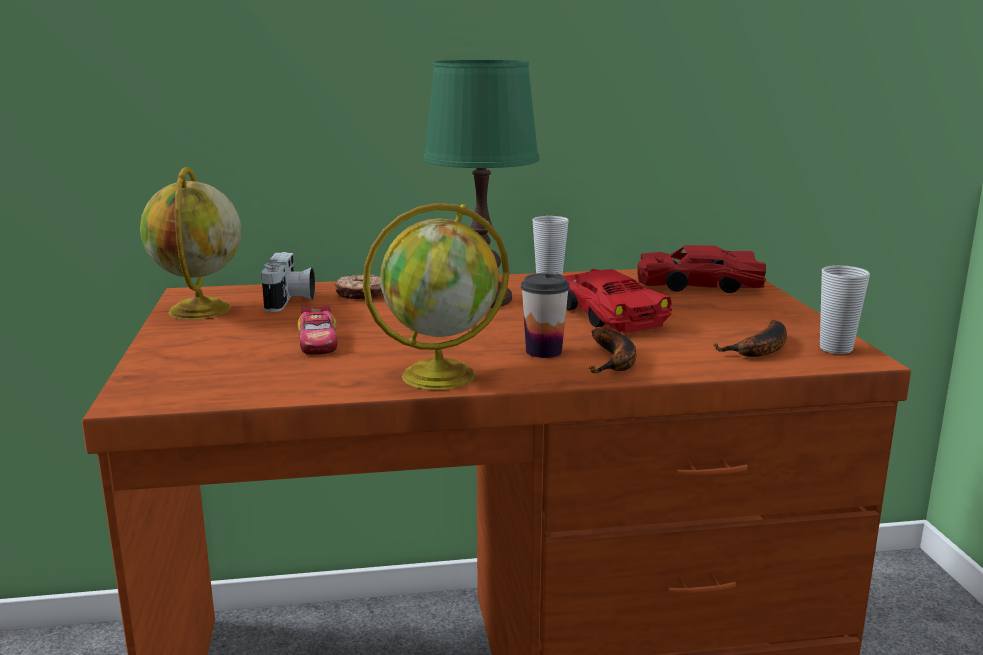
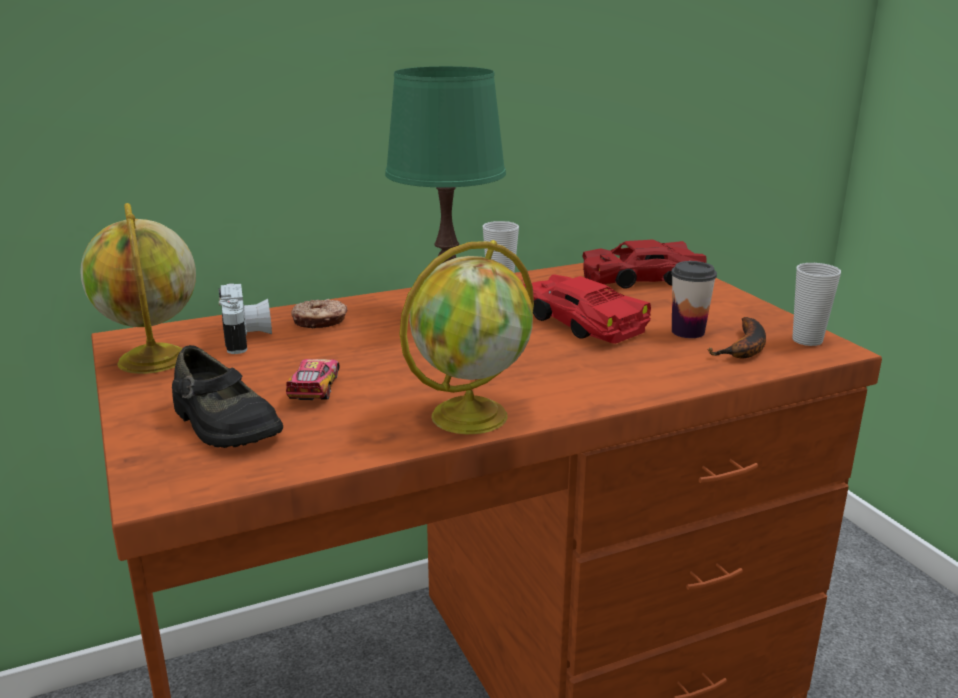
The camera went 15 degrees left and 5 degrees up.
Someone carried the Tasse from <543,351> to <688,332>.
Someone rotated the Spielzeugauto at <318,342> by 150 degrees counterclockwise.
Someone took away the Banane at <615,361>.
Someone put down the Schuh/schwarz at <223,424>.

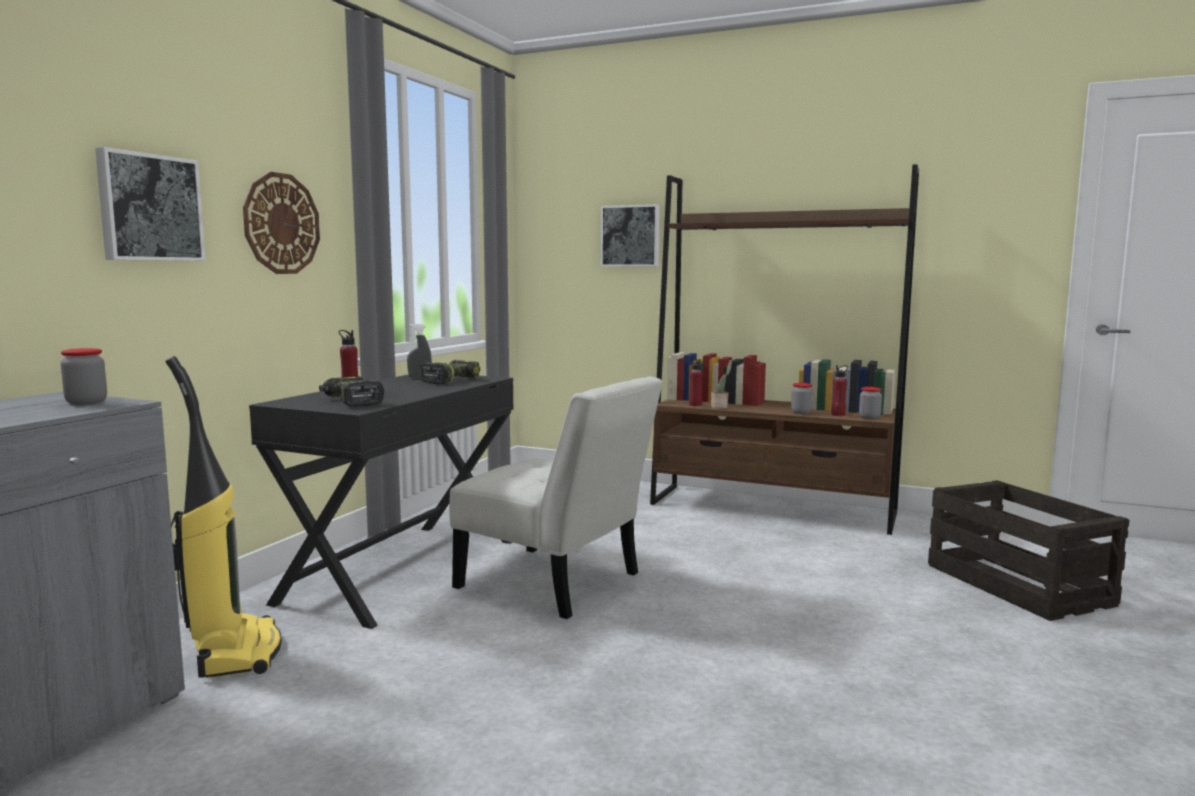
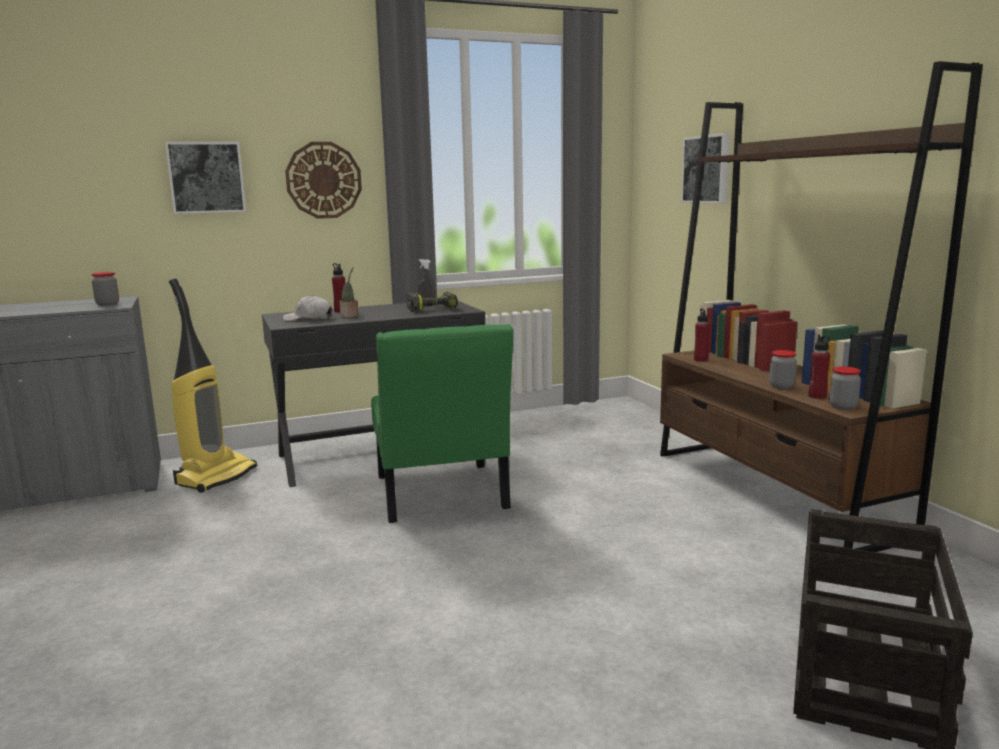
The camera went 45 degrees right and 5 degrees up.
Someone carried the Topfpflanze from <720,407> to <350,316>.
Someone swapped the Bohrmaschine at <350,401> for the Kappe/weiß at <308,319>.
Someone repainted the Stuhl/weiß at <556,584>, which became the Stuhl/grün at <441,496>.

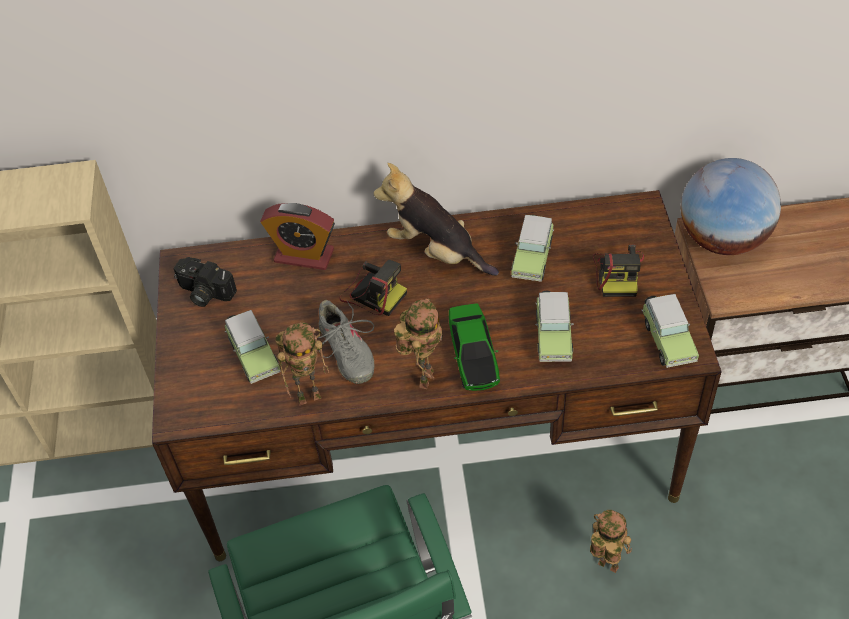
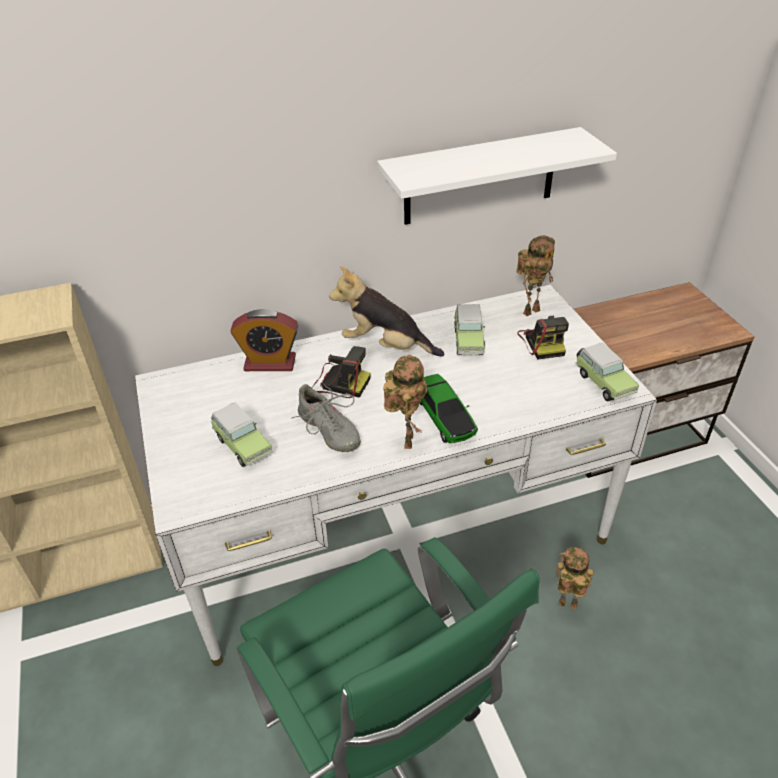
The camera went 15 degrees left and 10 degrees down.
Someone took away the Globus at <722,239>.
Someone repainted the Schreibtisch/braun at <436,444>, which became the Schreibtisch/weiß at <392,531>.
Someone took away the Kamera at <204,293>.
Someone took away the Spielzeugauto at <553,335>.
Someone carried the Spielzeugroboter from <310,395> to <531,310>.
Someone put up the Wandregal/weiß at <480,177>.

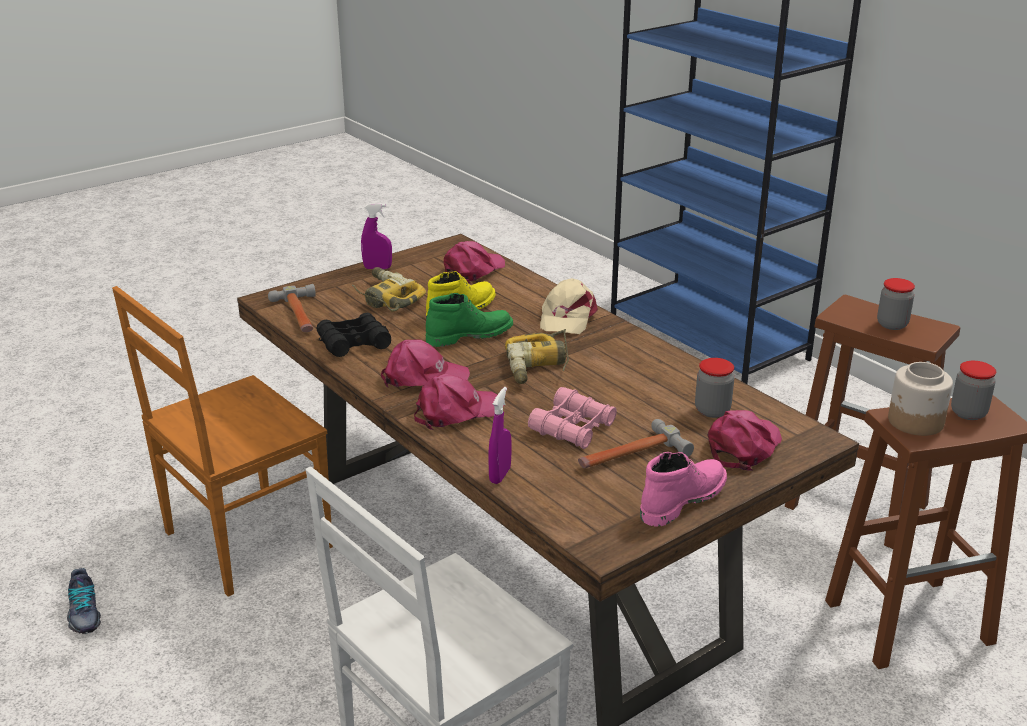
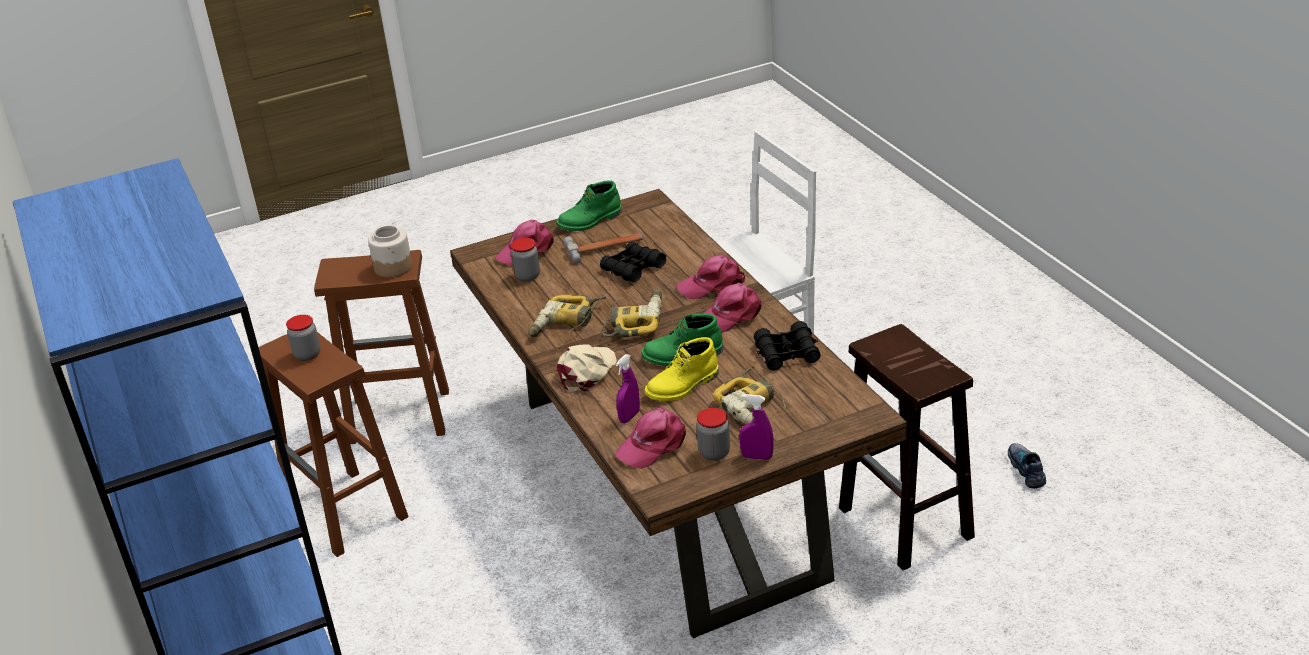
The camera went 165 degrees left and 5 degrees up.
Someone took away the Hammer at <299,315>.
Someone swapped the Stuhl/braun at <243,542> for the Hocker/braun at <907,524>.
Someone rotated the Kappe/rosa at <423,377> by 45 degrees counterclockwise.
Someone carried the Vorratsglas from <968,413> to <714,453>.
Someone carried the Sprühflasche/lila from <500,475> to <629,417>.
Someone repainted the Fernglas/rosa at <573,428>, which became the Fernglas/schwarz at <633,269>.
Someone repainted the Stiefel/rosa at <681,500>, which became the Stiefel/grün at <590,221>.
Someone put down the Bohrmaschine at <567,324>.

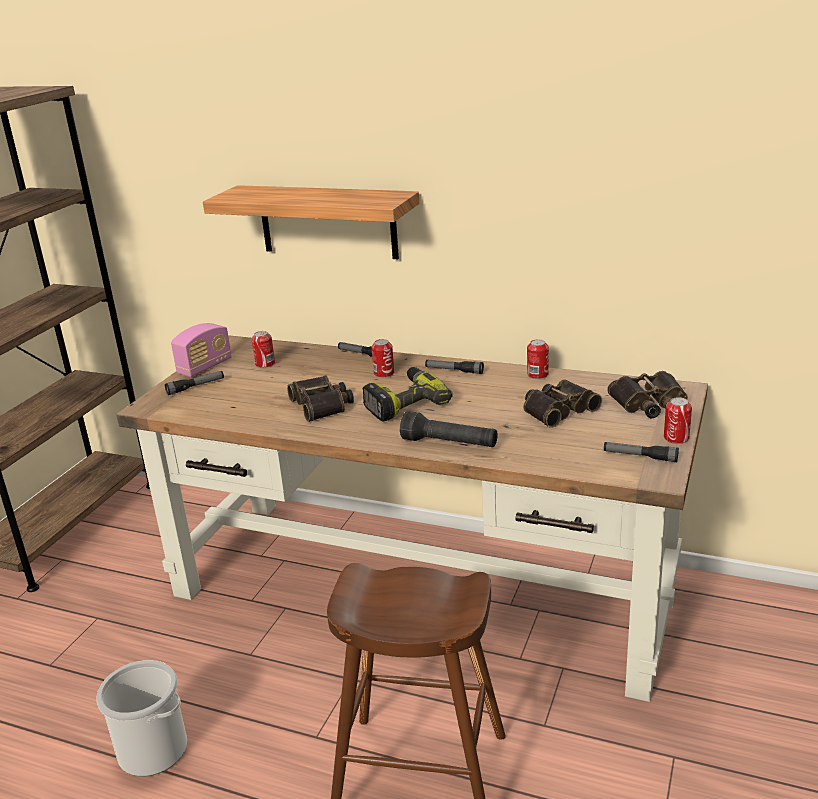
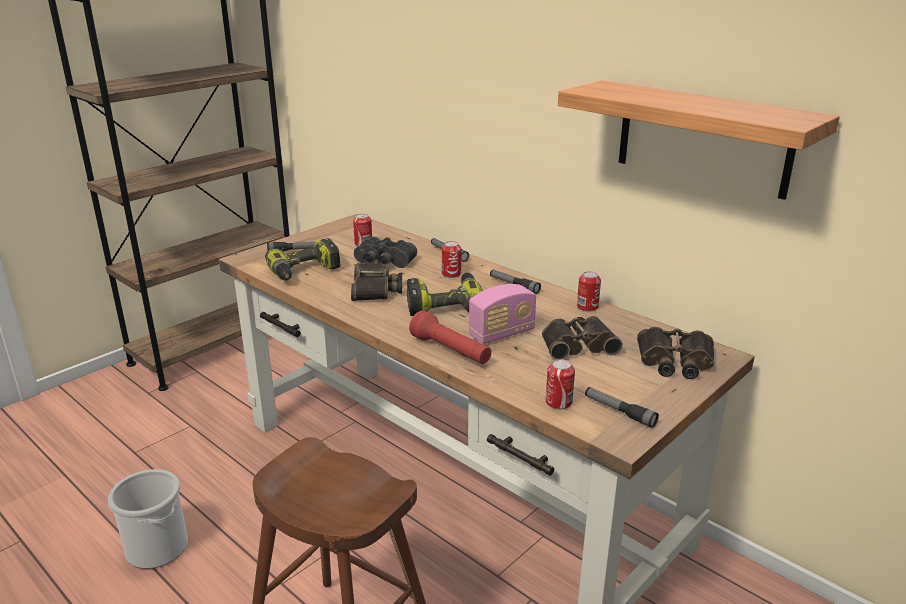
The camera went 20 degrees right and 0 degrees up.
Someone carried the Wandregal from <327,221> to <703,138>.
Someone carried the Radio from <205,367> to <502,334>.
Someone carried the Dose from <676,438> to <558,402>.
Someone repainted the Taschenlampe/schwarz at <449,444>, which became the Taschenlampe/rot at <451,351>.
Someone put down the Fernglas/schwarz at <383,263>.
Someone put down the Bohrmaschine at <305,272>.

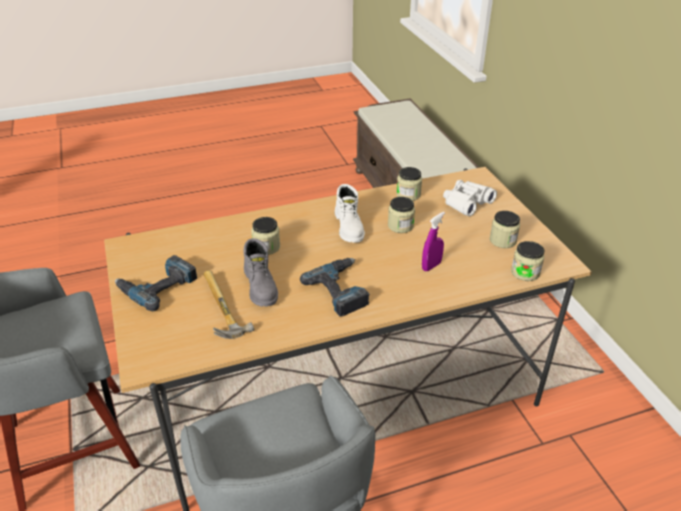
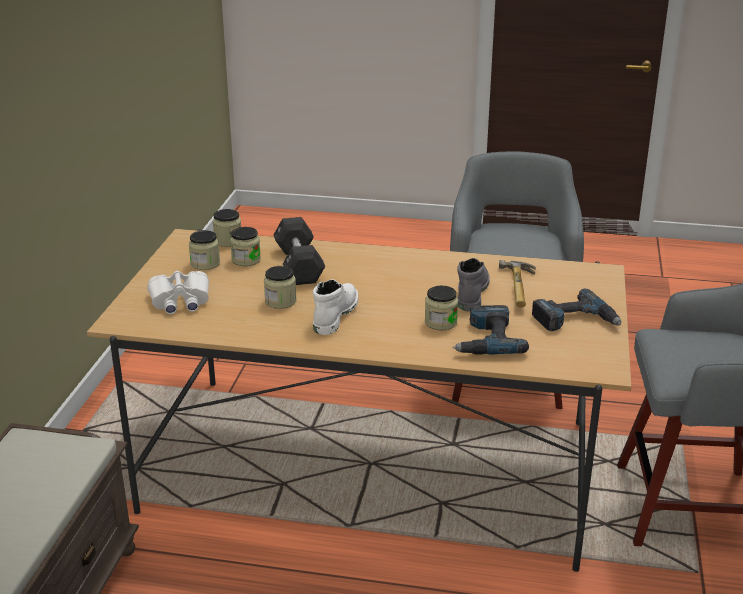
The camera went 150 degrees left and 10 degrees down.
Someone carried the Vorratsglas from <408,195> to <246,260>.
Someone swapped the Sprühflasche/lila at <431,266> for the Hantel/schwarz at <299,265>.
Someone carried the Bohrmaschine from <342,290> to <486,339>.

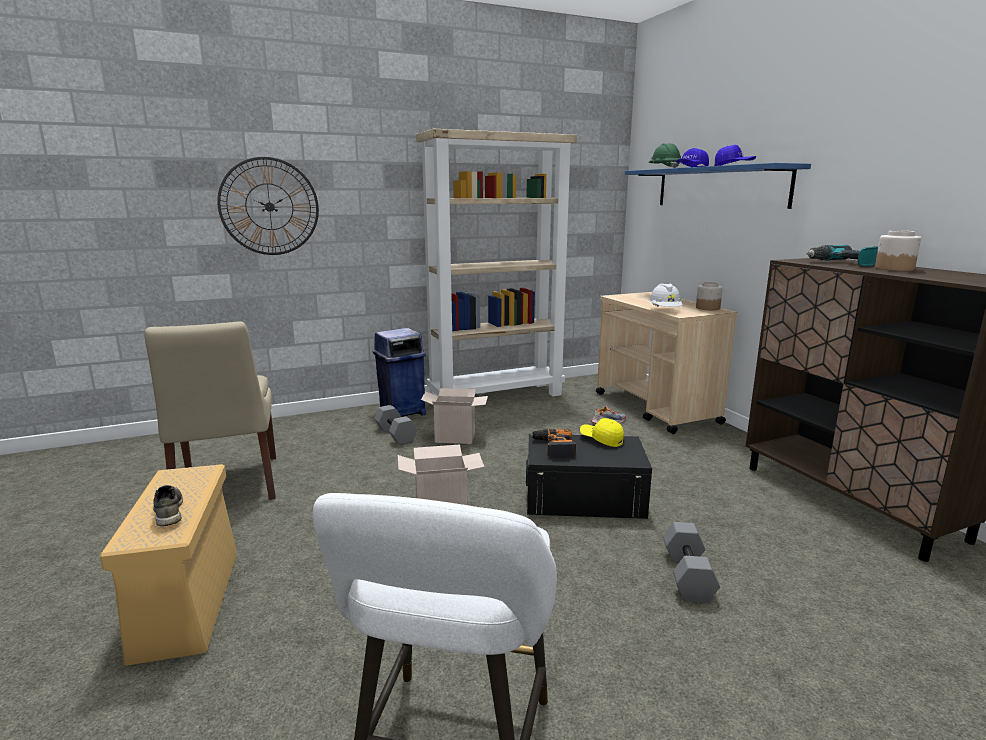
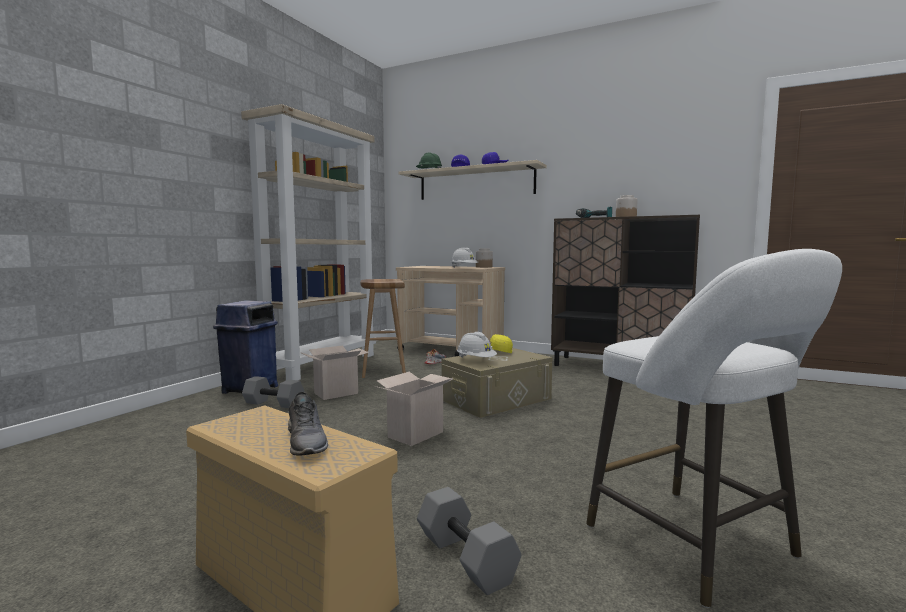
The camera went 40 degrees left and 10 degrees down.
Someone took away the Wanduhr at <269,206>.
Someone repainted the Wandregal/blau at <719,187>, which became the Wandregal/beige at <475,183>.
Someone took away the Stuhl/beige at <227,486>.
Someone swapped the Bohrmaschine at <553,447> for the Schutzhelm/weiß at <476,360>.
Someone repainted the Aufbewahrungsbox/schwarz at <584,497>, which became the Aufbewahrungsbox/beige at <496,399>.
Someone rotated the Schuh/grau at <168,512> by 135 degrees counterclockwise.
Someone carried the Hantel/grau from <686,575> to <463,558>.
Someone put down the Hocker/braun at <383,370>.

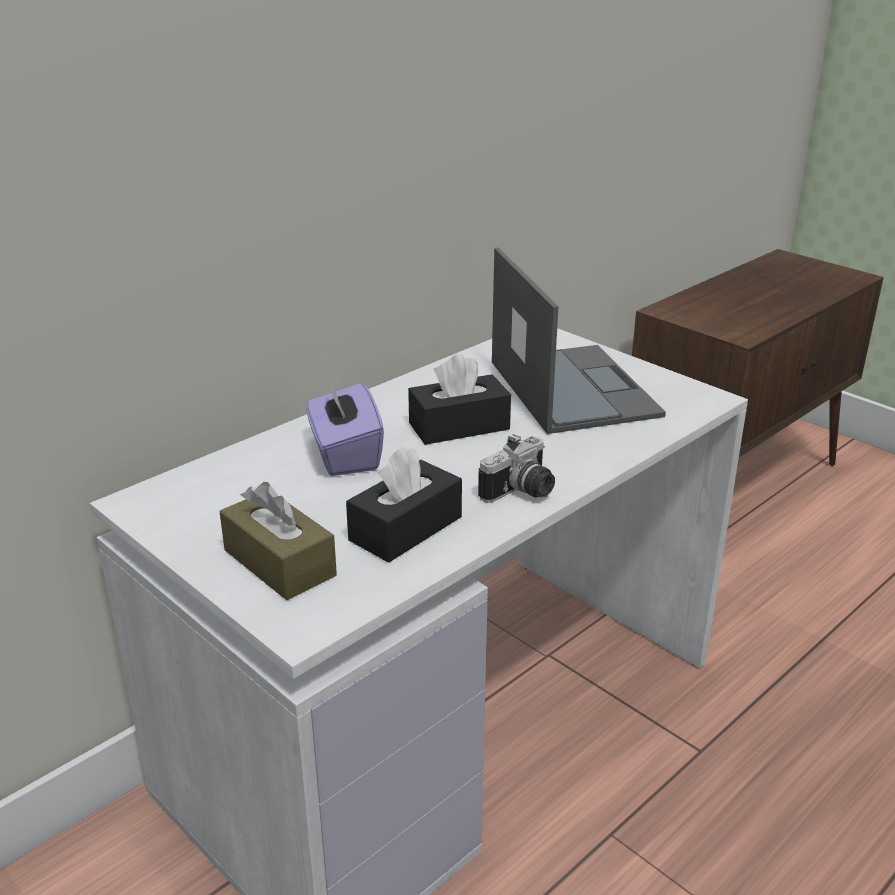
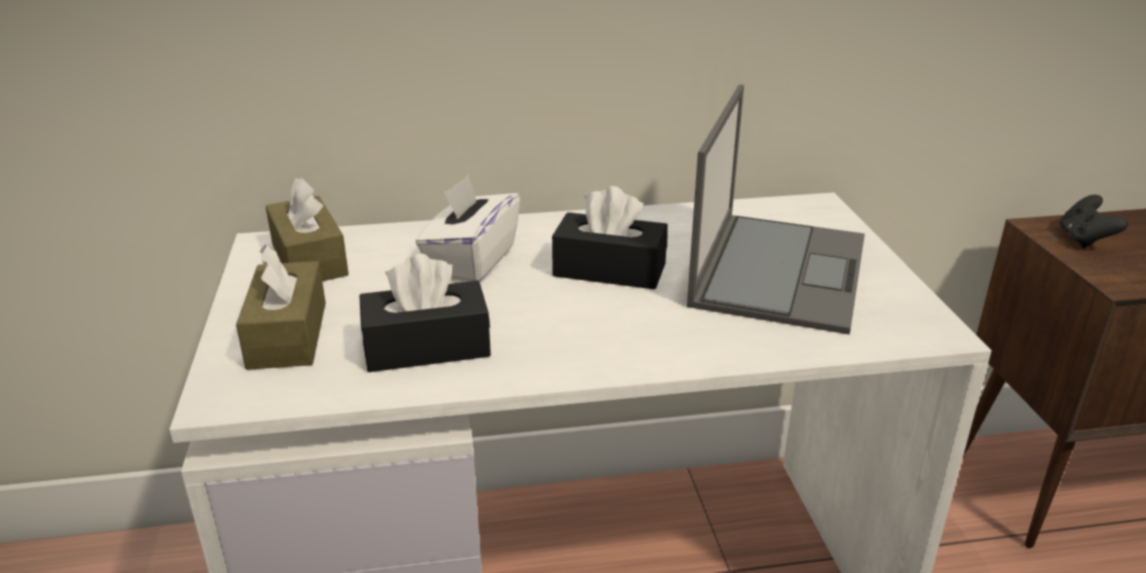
The camera went 35 degrees right and 0 degrees up.
Someone repainted the Taschentuchbox/lila at <345,455>, which became the Taschentuchbox/weiß at <471,261>.
Someone took away the Kamera at <522,492>.
Someone put down the Taschentuchbox/braun at <309,259>.
Someone put down the Gamepad/schwarz at <1084,240>.

